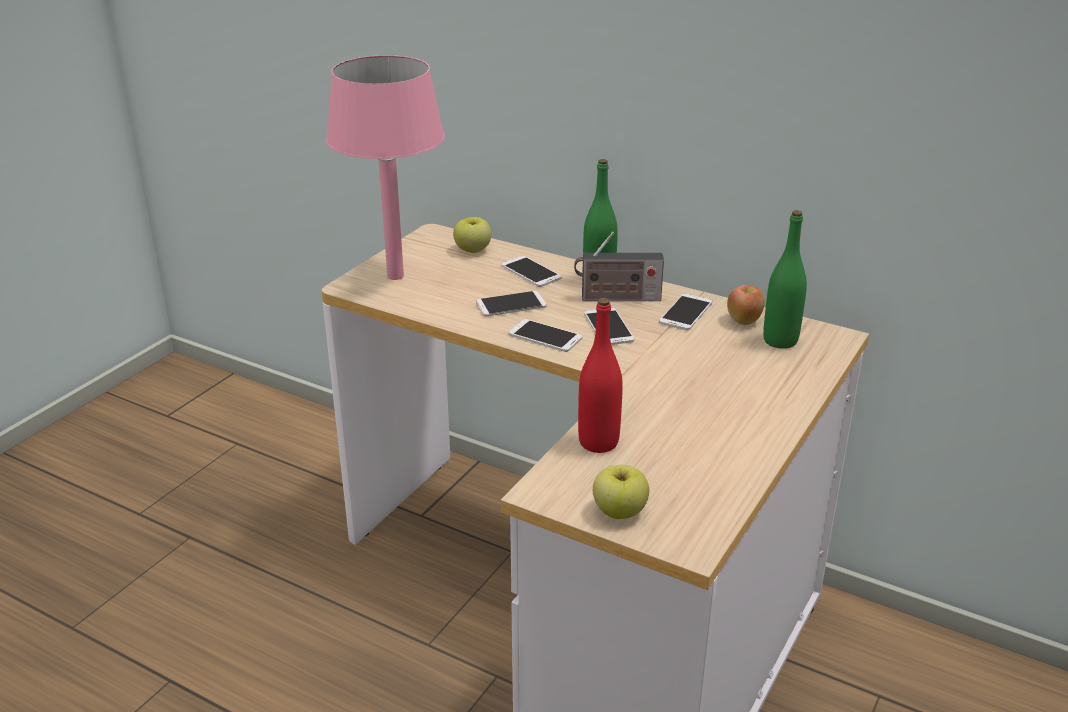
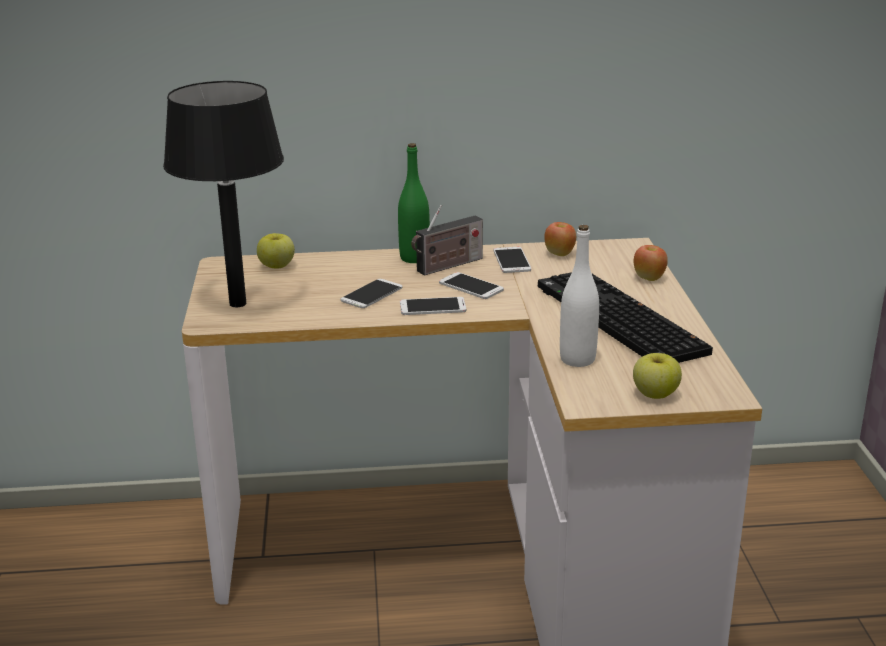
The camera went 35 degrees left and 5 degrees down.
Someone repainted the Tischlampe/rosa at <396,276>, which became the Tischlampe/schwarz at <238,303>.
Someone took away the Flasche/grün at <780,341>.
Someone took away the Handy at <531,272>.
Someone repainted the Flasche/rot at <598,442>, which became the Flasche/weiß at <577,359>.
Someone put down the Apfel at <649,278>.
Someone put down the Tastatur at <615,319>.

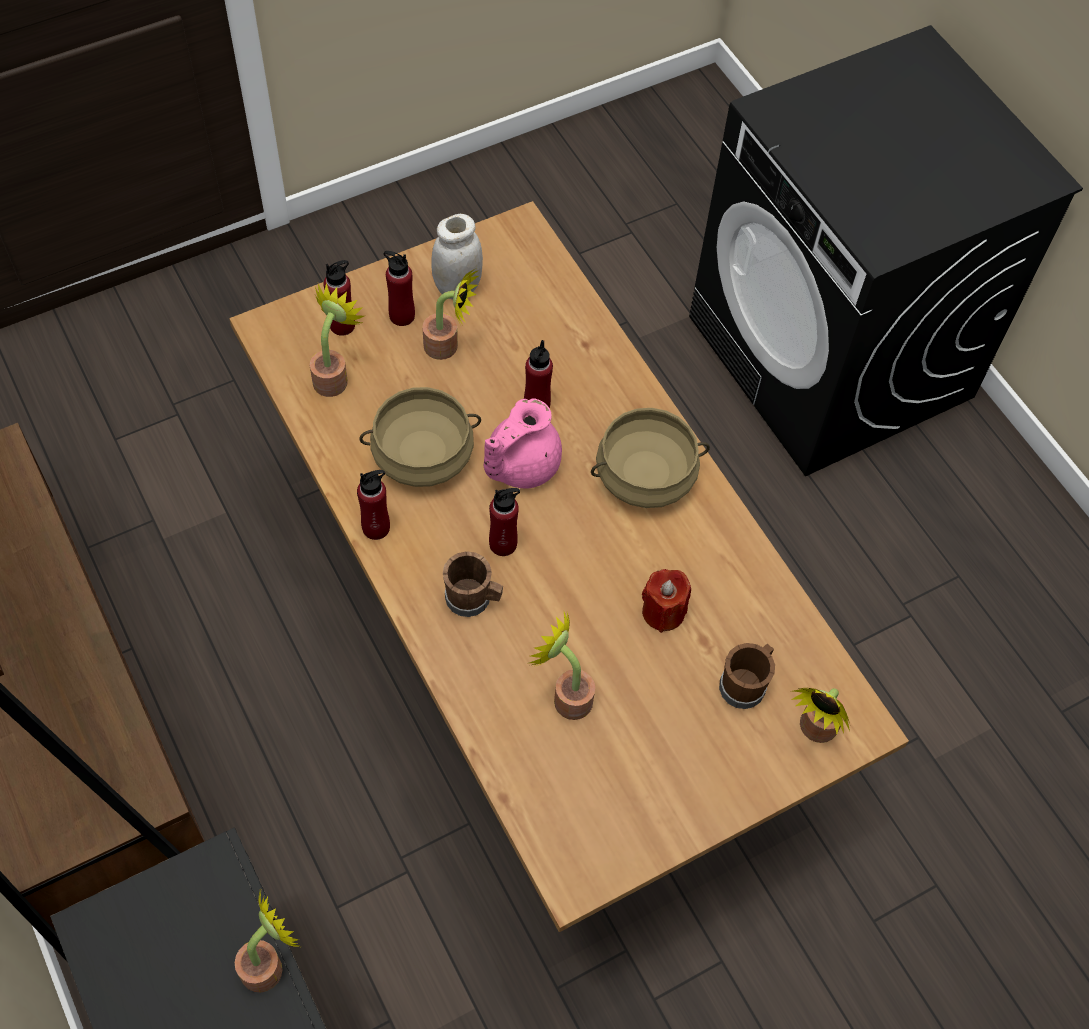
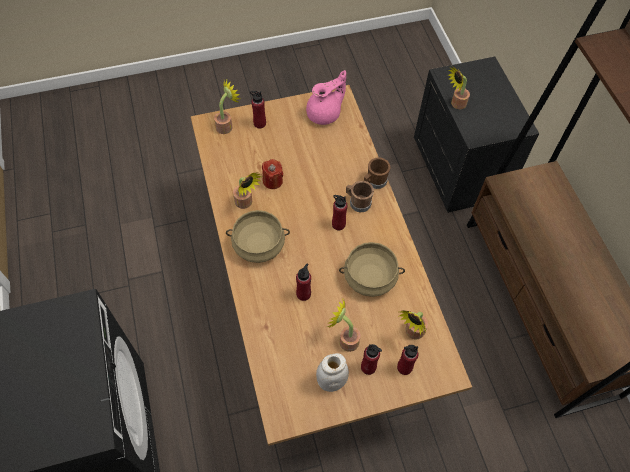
The camera went 165 degrees left and 0 degrees up.
Someone carried the Teekanne/rosa from <519,465> to <325,114>.
Someone carried the Flasche/rot from <376,527> to <259,123>.
Someone carried the Topfpflanze from <566,696> to <246,203>.
Someone carried the Henkelbecher/braun from <745,683> to <374,182>.

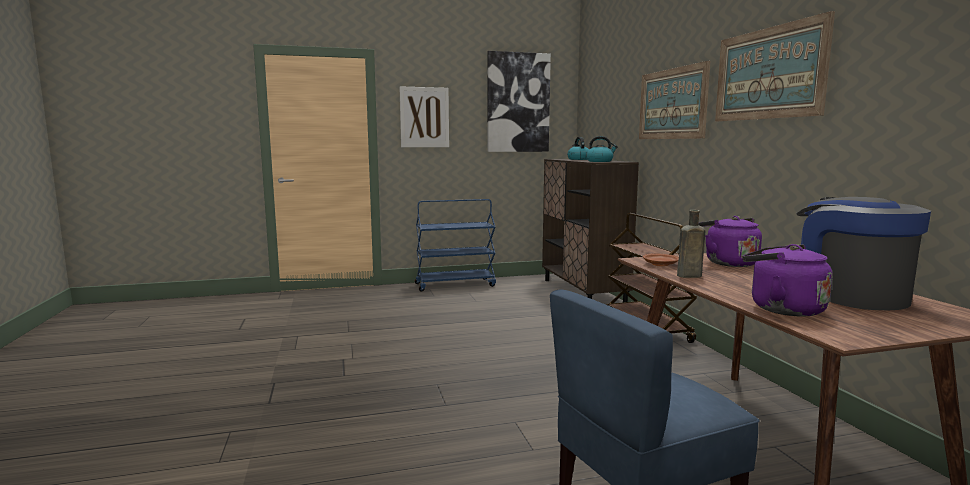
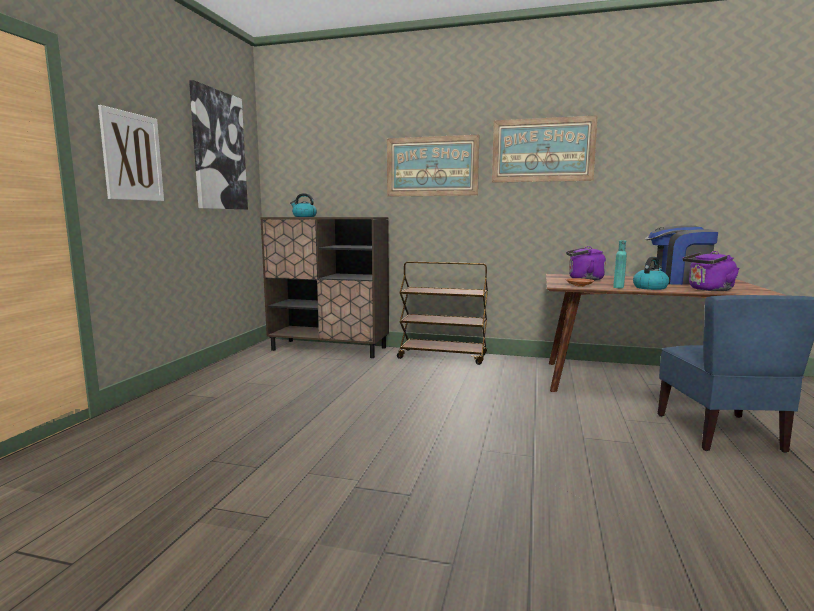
The camera went 60 degrees left and 0 degrees up.
Someone carried the Wasserkessel from <600,161> to <650,287>.
Someone took away the Rollwagen/blau at <455,284>.
Someone repainted the Flasche/braun at <687,276>, which became the Flasche/türkis at <618,287>.

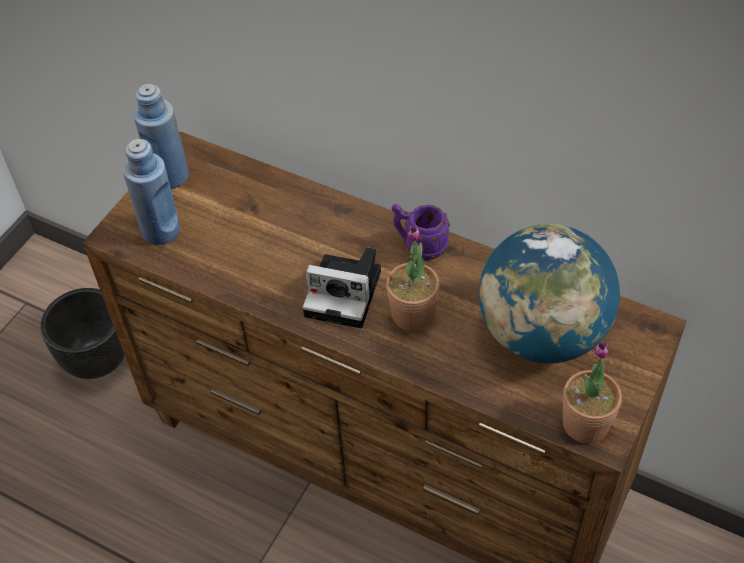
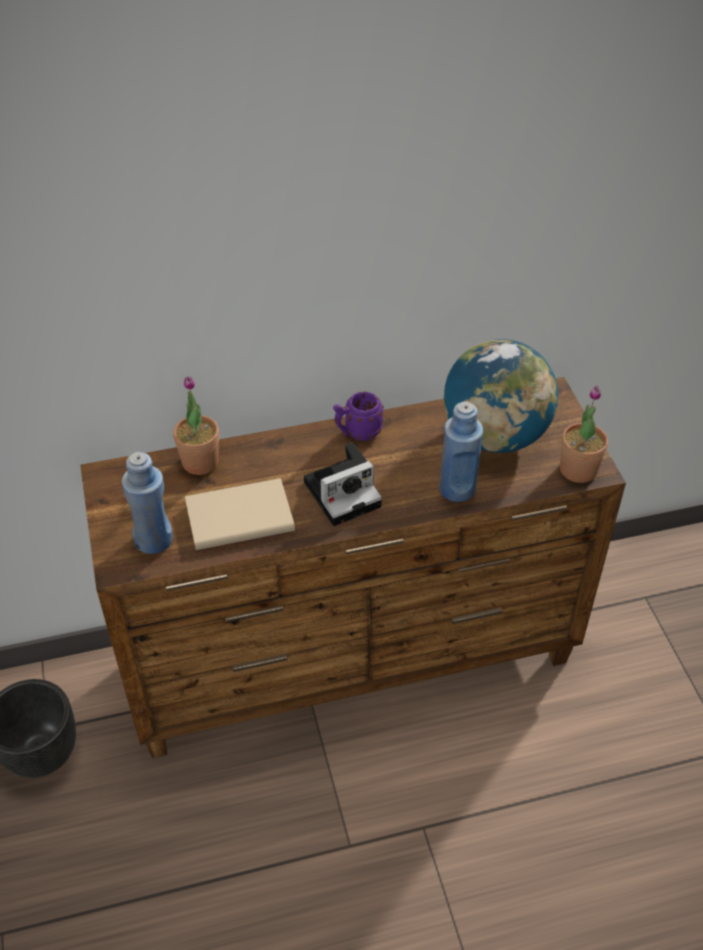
The camera went 45 degrees left and 5 degrees down.
Someone carried the Flasche/blau from <170,176> to <457,489>.
Someone carried the Topfpflanze from <412,314> to <200,462>.
Someone put down the Buch/beige at <237,516>.

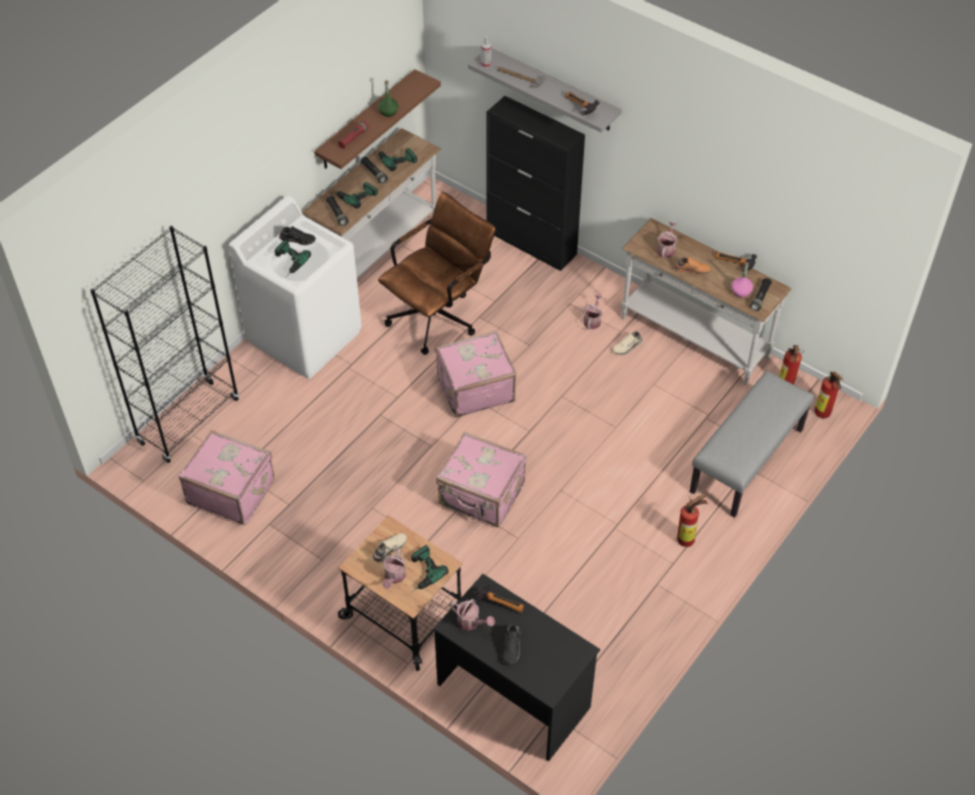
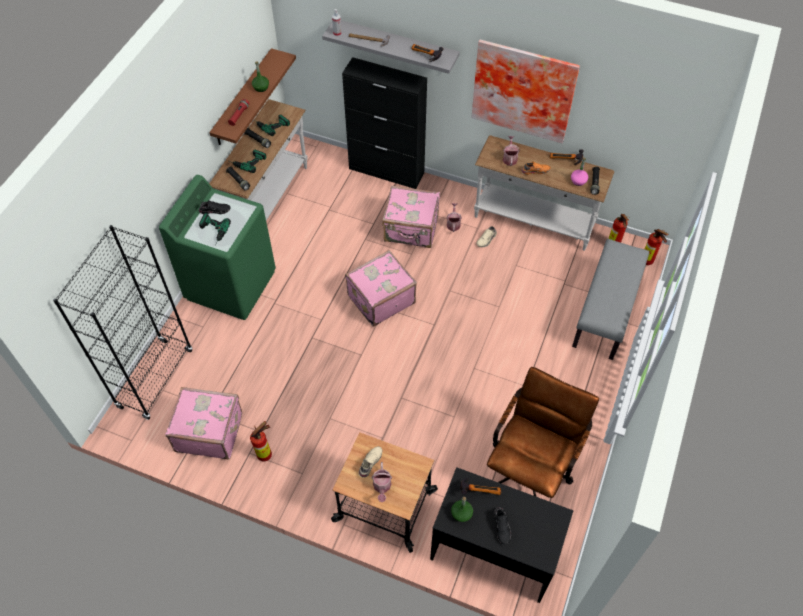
The camera went 15 degrees left and 5 degrees up.
Someone carried the Bürostuhl/braun from <439,315> to <531,467>.
Someone repainted the Waschmaschine/weiß at <305,336>, which became the Waschmaschine/grün at <231,284>.
Someone carried the Koffer/rosa from <481,496> to <411,229>.
Someone carried the Feuerlöscher from <688,539> to <266,454>.
Someone took away the Bohrmaschine at <420,573>.
Someone swapped the Gießkanne at <471,622> for the Flasche/grün at <461,513>.
Someone put up the Bild at <524,89>.

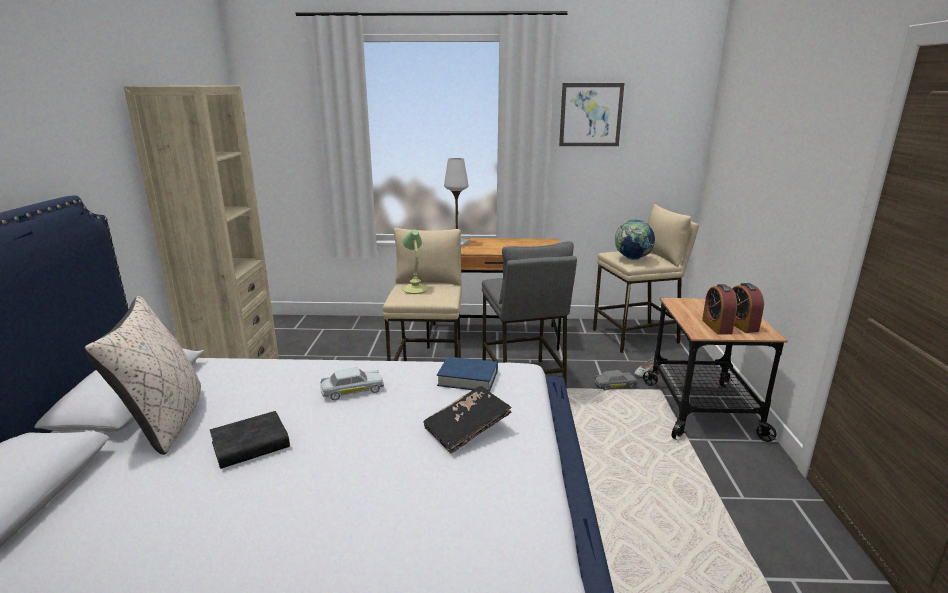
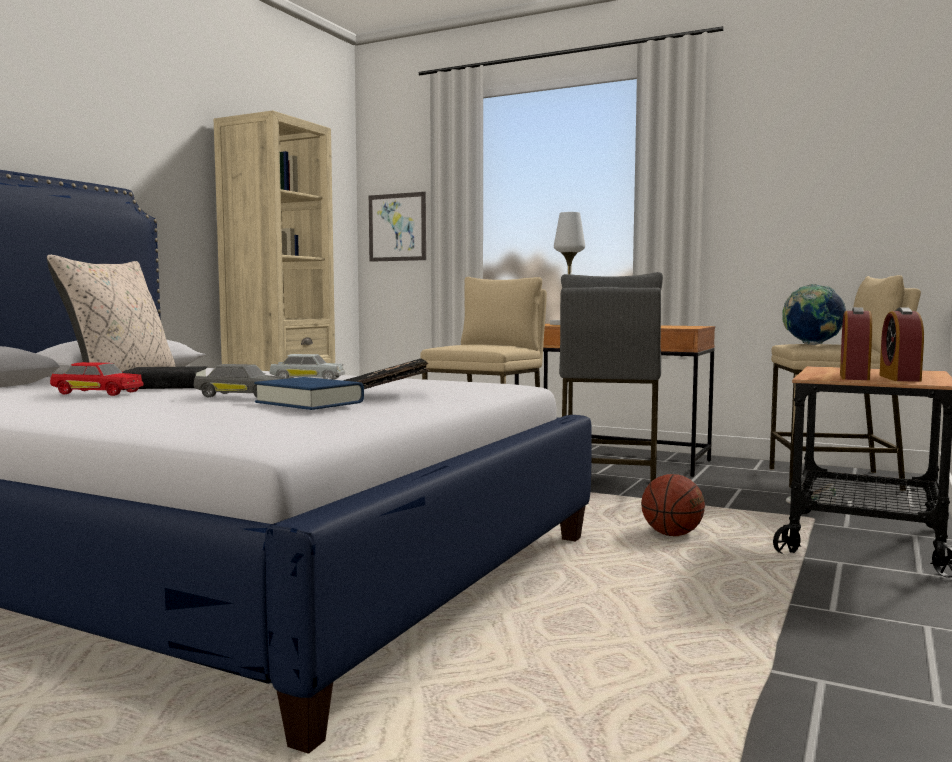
The camera went 25 degrees right and 15 degrees down.
Someone carried the Bild from <590,115> to <397,227>.
Someone took away the Tischlampe at <415,289>.
Someone carried the Buch/blau from <468,378> to <309,402>.
Someone carried the Spielzeugauto/grau from <614,385> to <241,396>.
Someone put down the Spielzeugauto/rot at <97,393>.
Someone put down the Basketball at <672,535>.

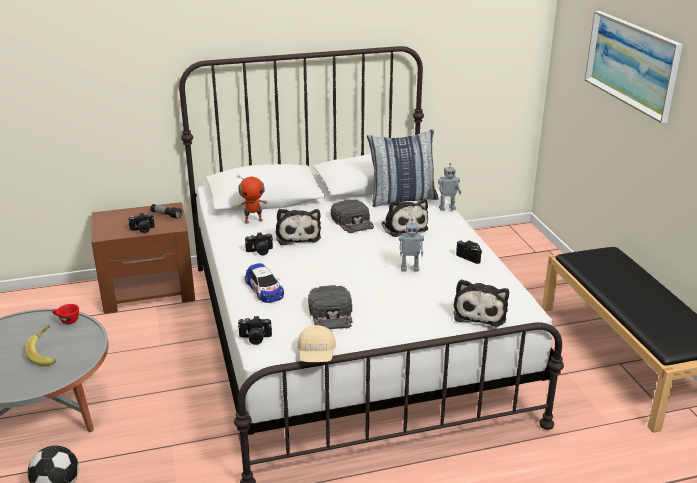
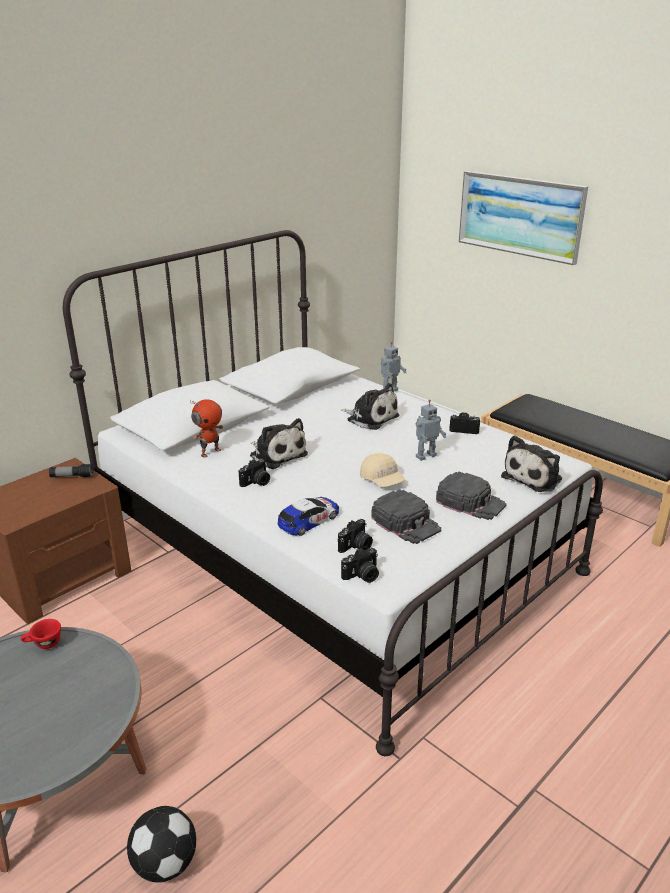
The camera went 30 degrees left and 0 degrees up.
Someone took away the Kissen at <402,199>.
Someone carried the Kappe/schwarz from <352,221> to <471,502>.
Someone carried the Kamera from <142,230> to <356,546>.
Someone rotated the Spielzeugauto at <264,289> by 75 degrees counterclockwise.
Someone rotated the Plüschtier at <480,312> by 60 degrees clockwise.
Someone took away the Banane at <47,354>.
Someone carried the Kappe/beige from <316,354> to <382,480>.

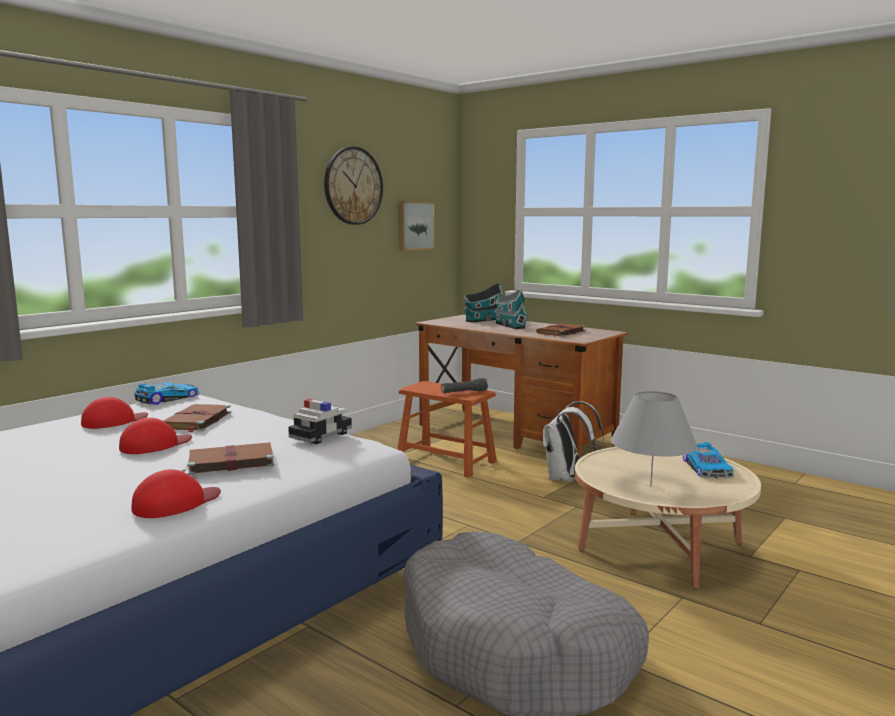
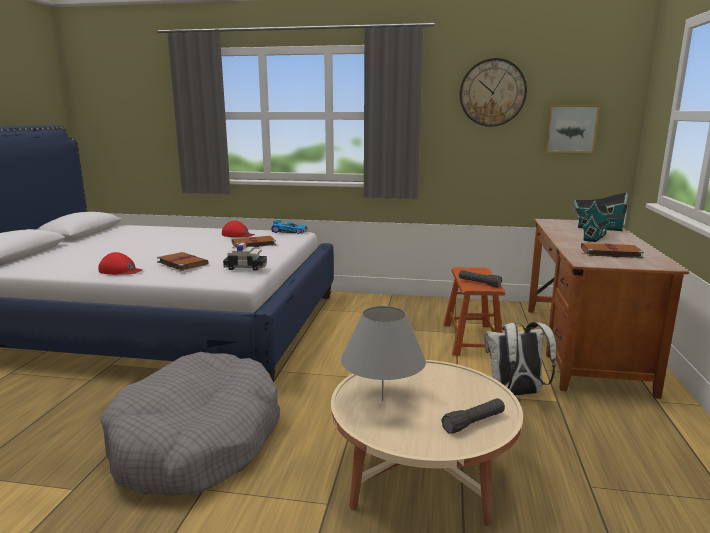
The camera went 60 degrees right and 5 degrees up.
Someone took away the Kappe/rot at <155,445>.
Someone swapped the Spielzeugauto at <707,468> for the Taschenlampe/schwarz at <473,423>.

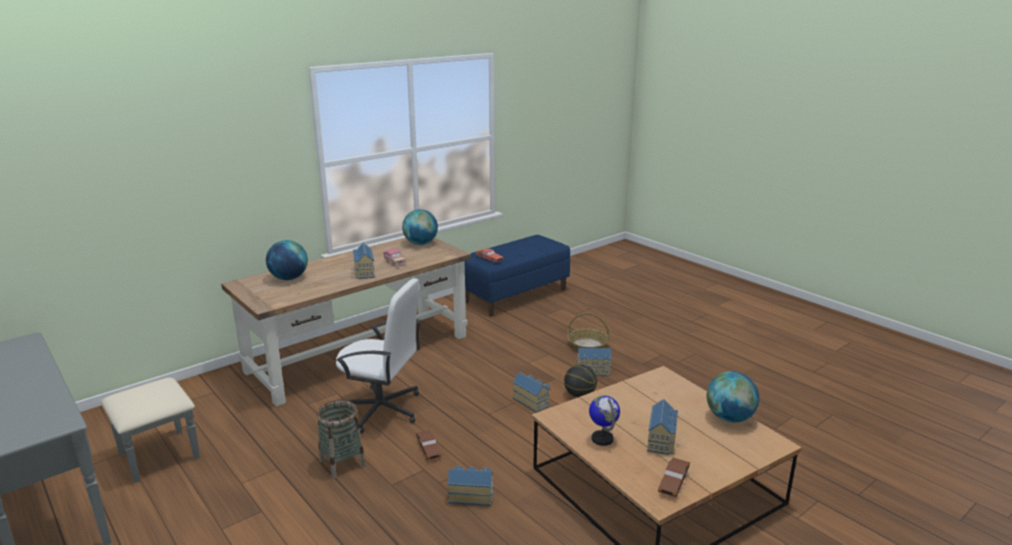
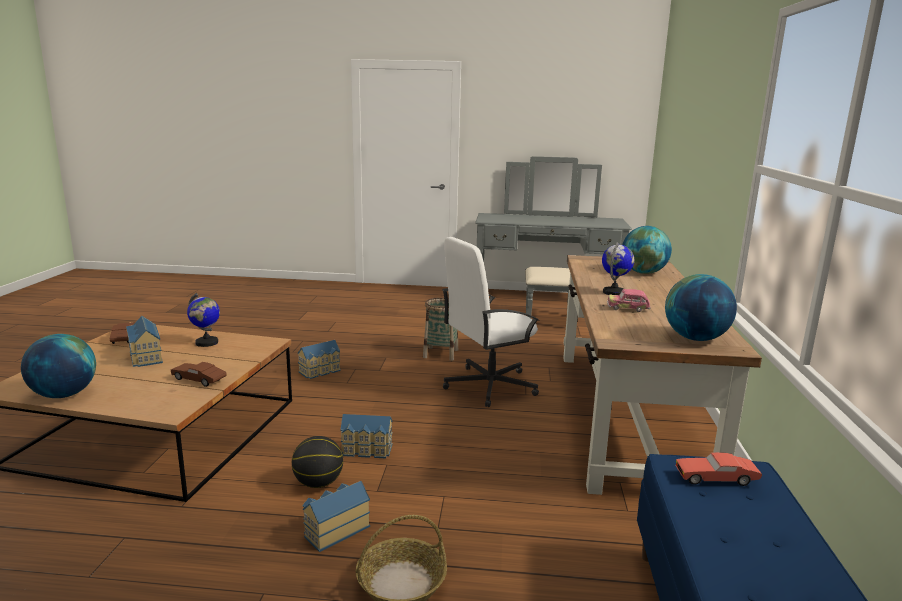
The camera went 135 degrees right and 5 degrees down.
Someone swapped the Spielzeughaus at <363,272> for the Globus at <614,292>.
Someone carried the Spielzeugauto/braun from <428,449> to <199,380>.

